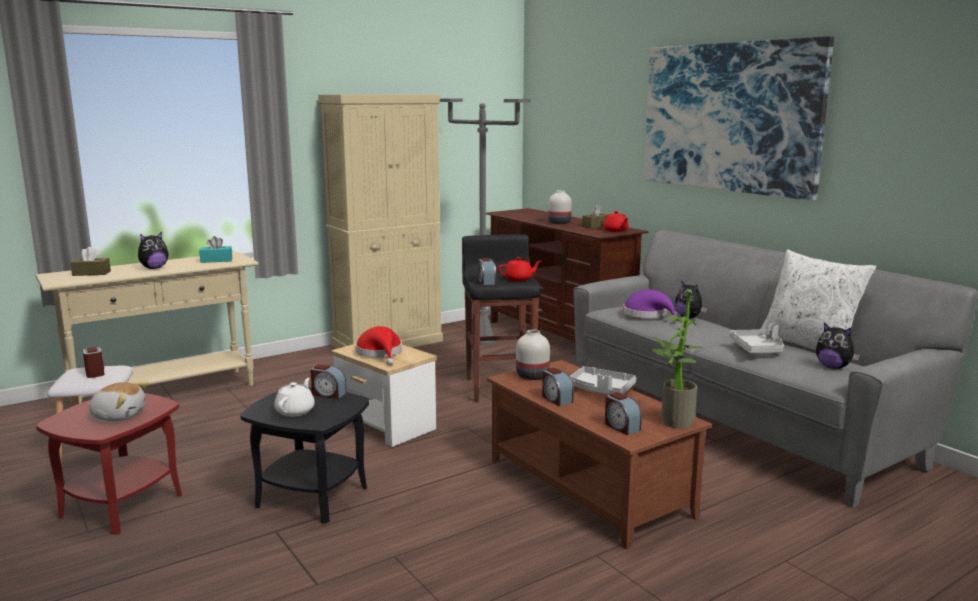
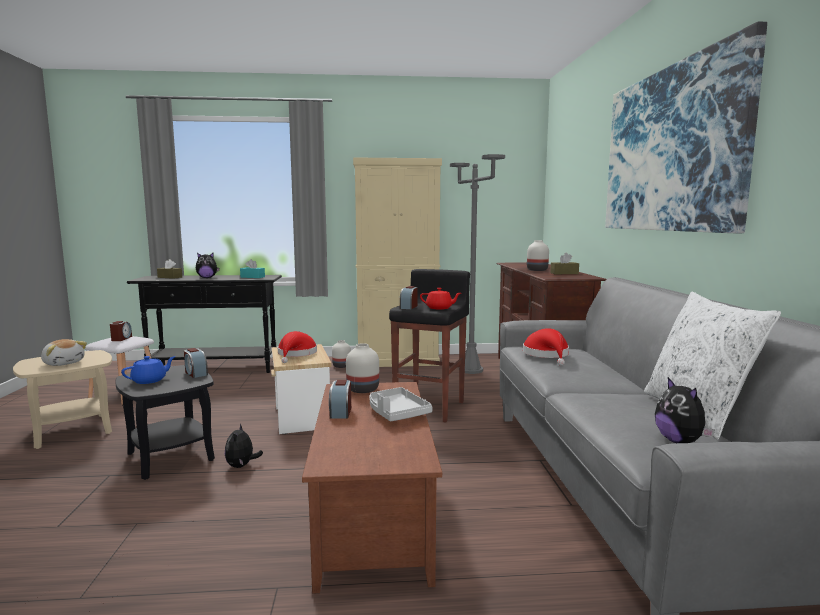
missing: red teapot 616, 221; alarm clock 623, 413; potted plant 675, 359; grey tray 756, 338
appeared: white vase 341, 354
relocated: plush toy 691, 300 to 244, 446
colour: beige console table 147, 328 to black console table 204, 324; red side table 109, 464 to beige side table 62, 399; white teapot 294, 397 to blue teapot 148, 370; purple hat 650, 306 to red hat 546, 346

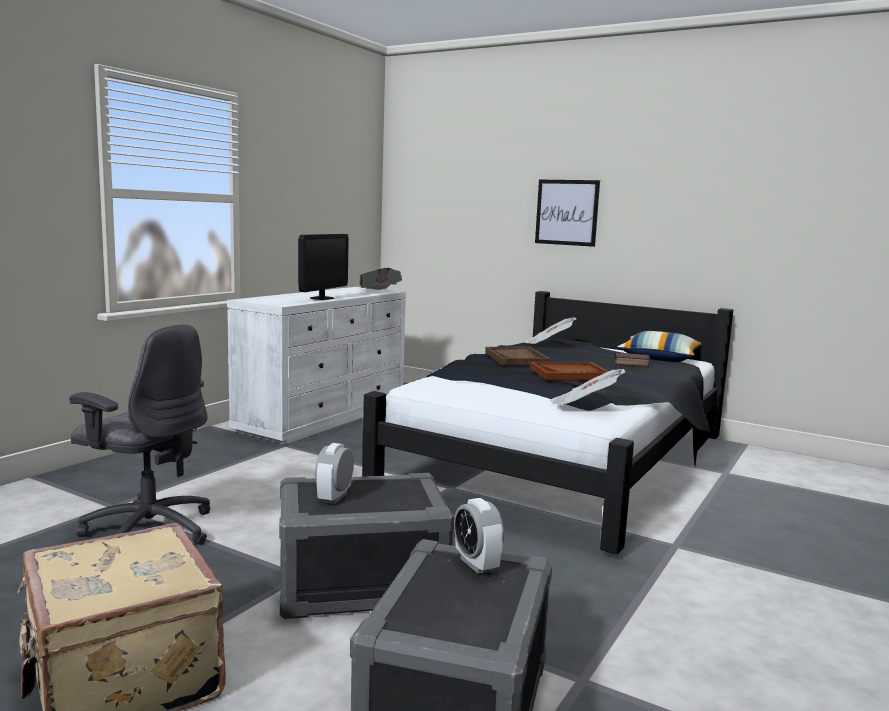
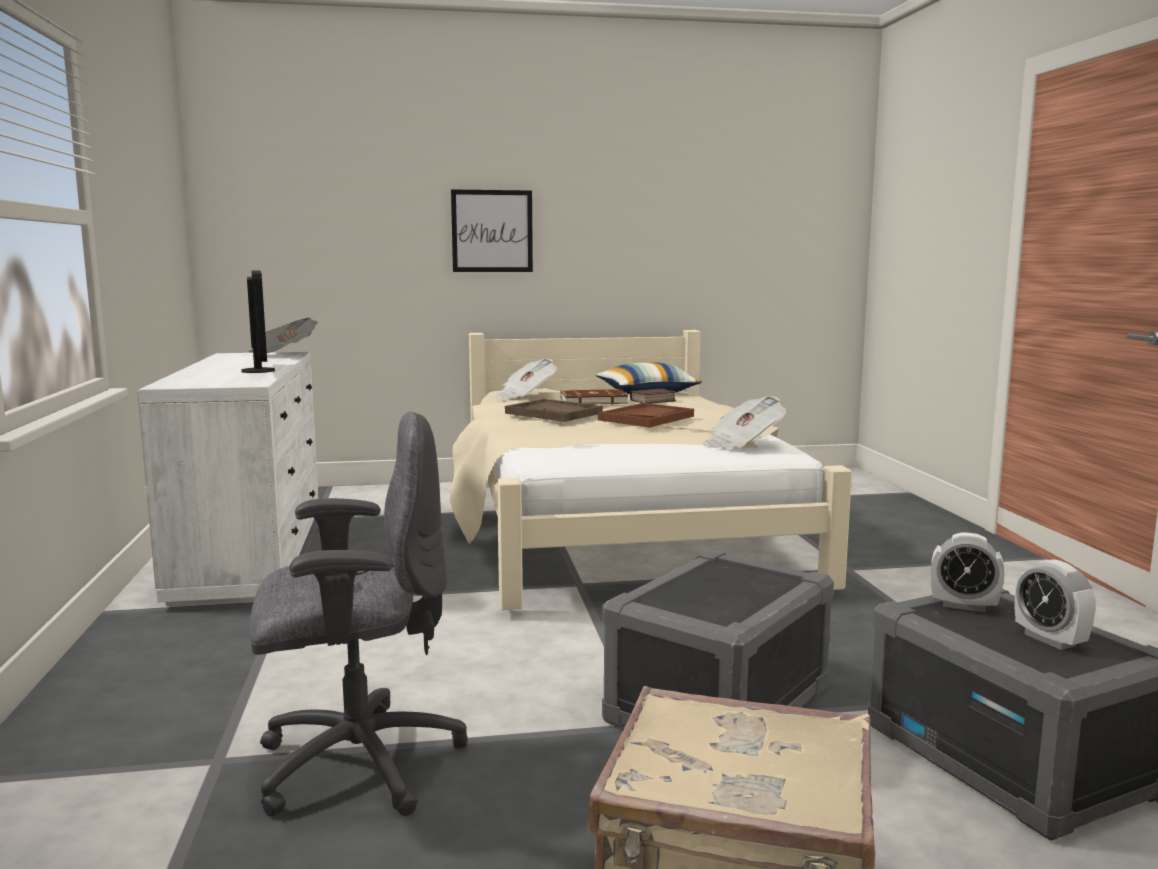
appeared: brown book 594, 396
relocated: alarm clock 334, 473 to 1055, 604
colour: black bed 547, 422 to beige bed 650, 470

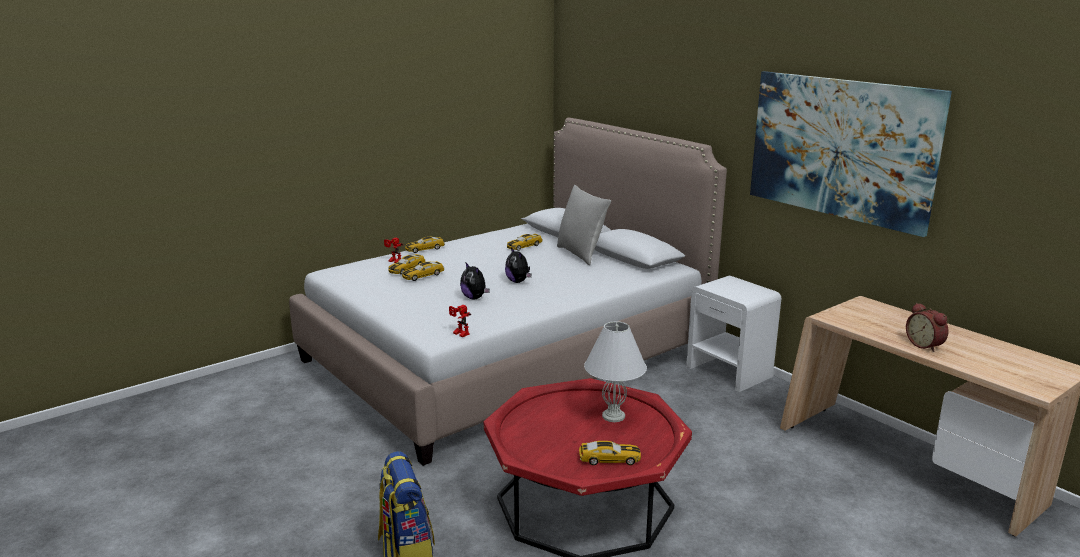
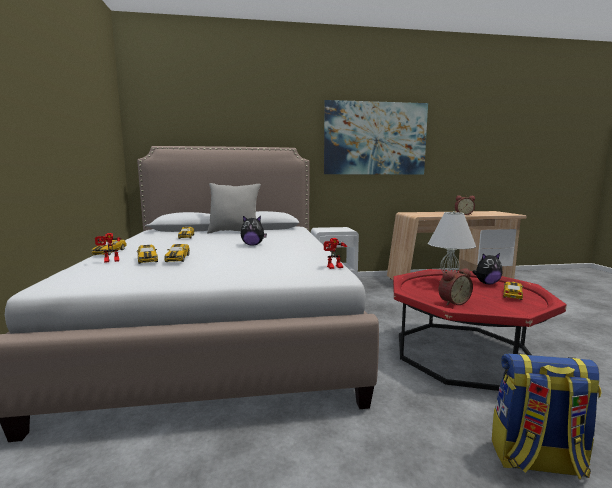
appeared: alarm clock 455, 286
relocated: plush toy 475, 281 to 487, 268

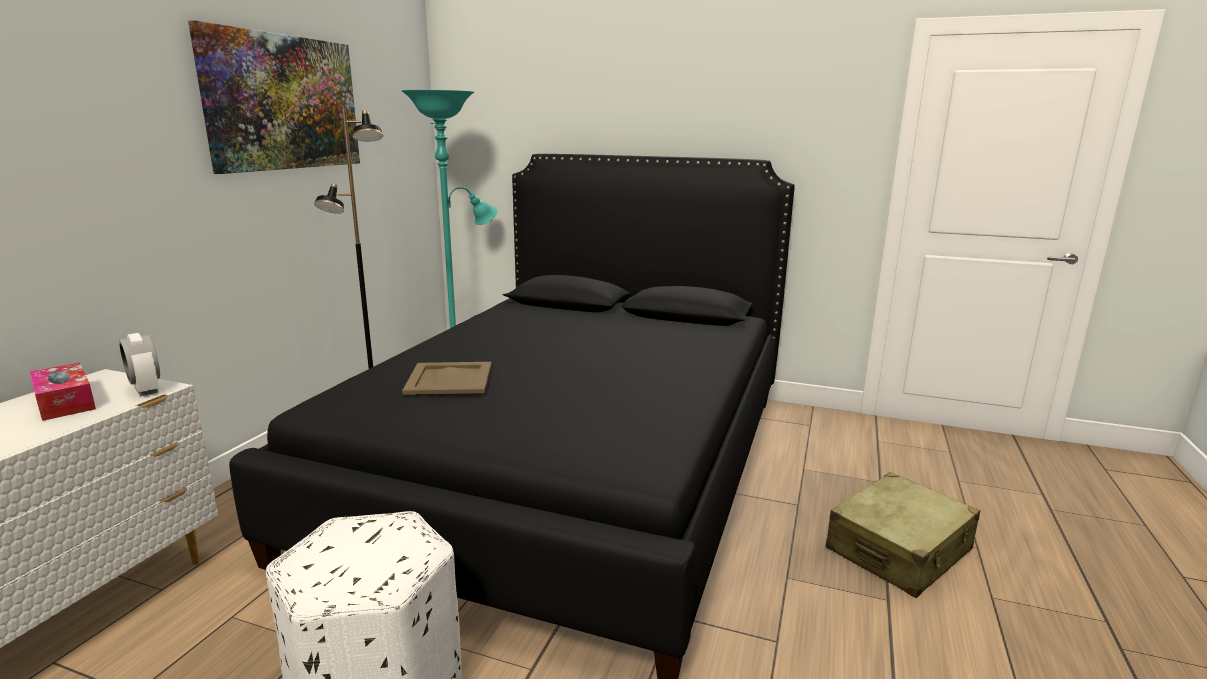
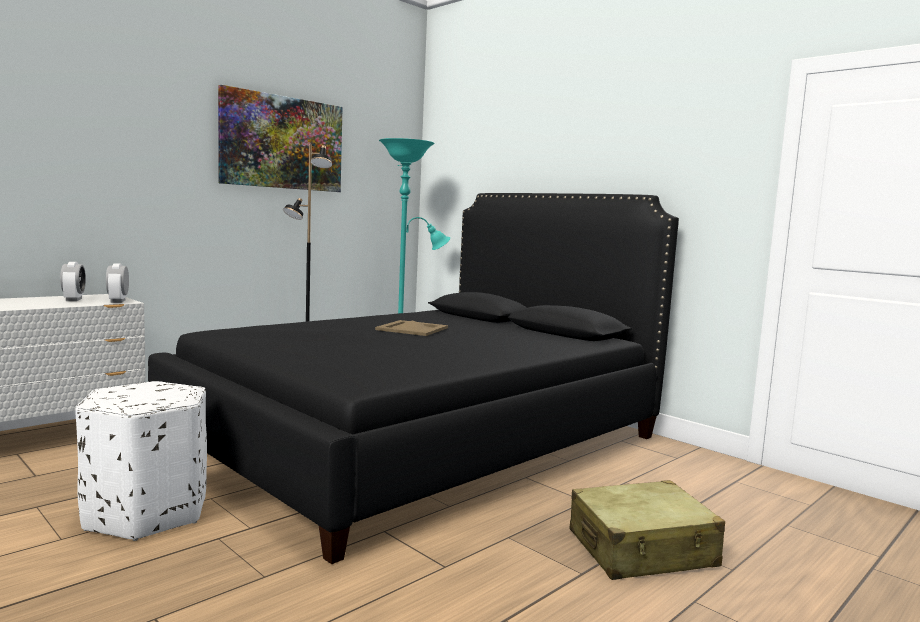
relocated: beige tray 447, 378 to 411, 328
exchanged: tissue box 63, 392 to alarm clock 73, 281

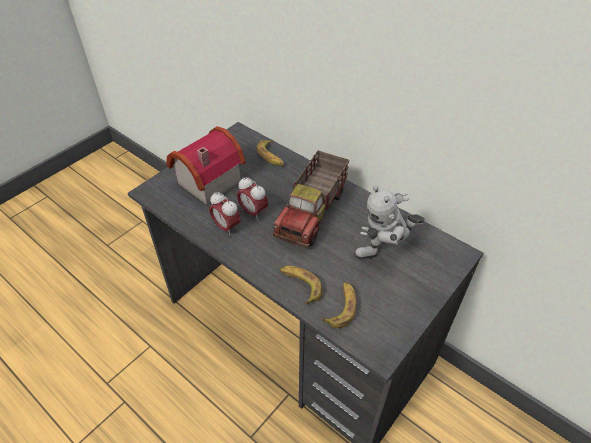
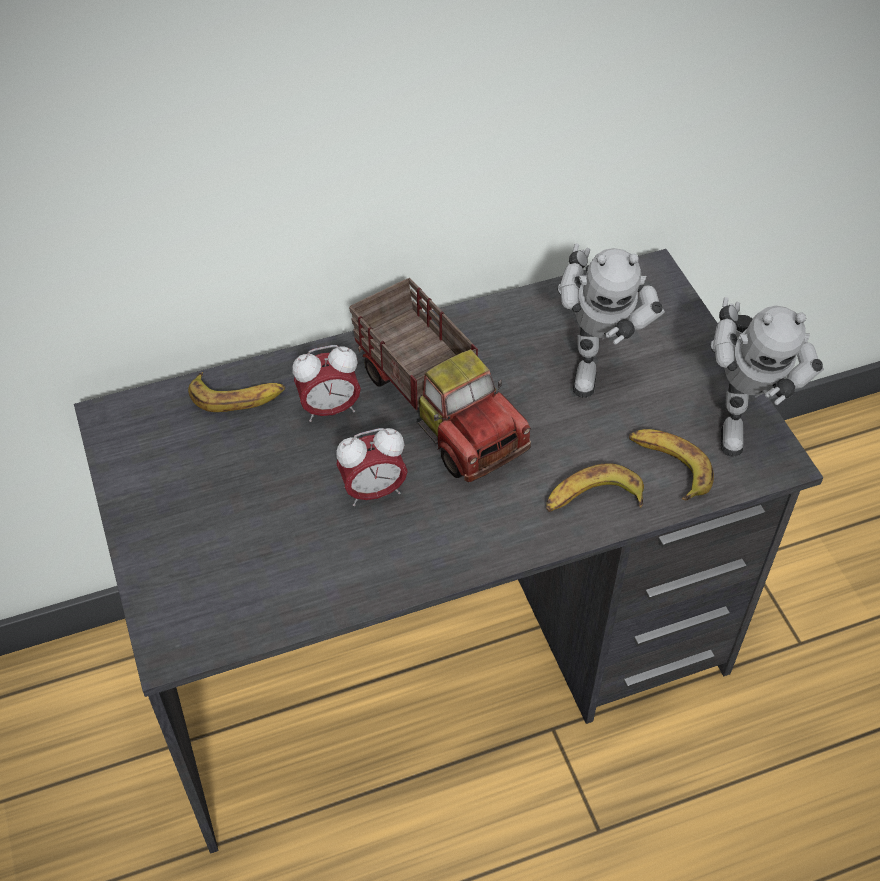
missing: toy house 206, 165
appeared: toy robot 767, 377
relocated: alarm clock 225, 214 to 326, 383

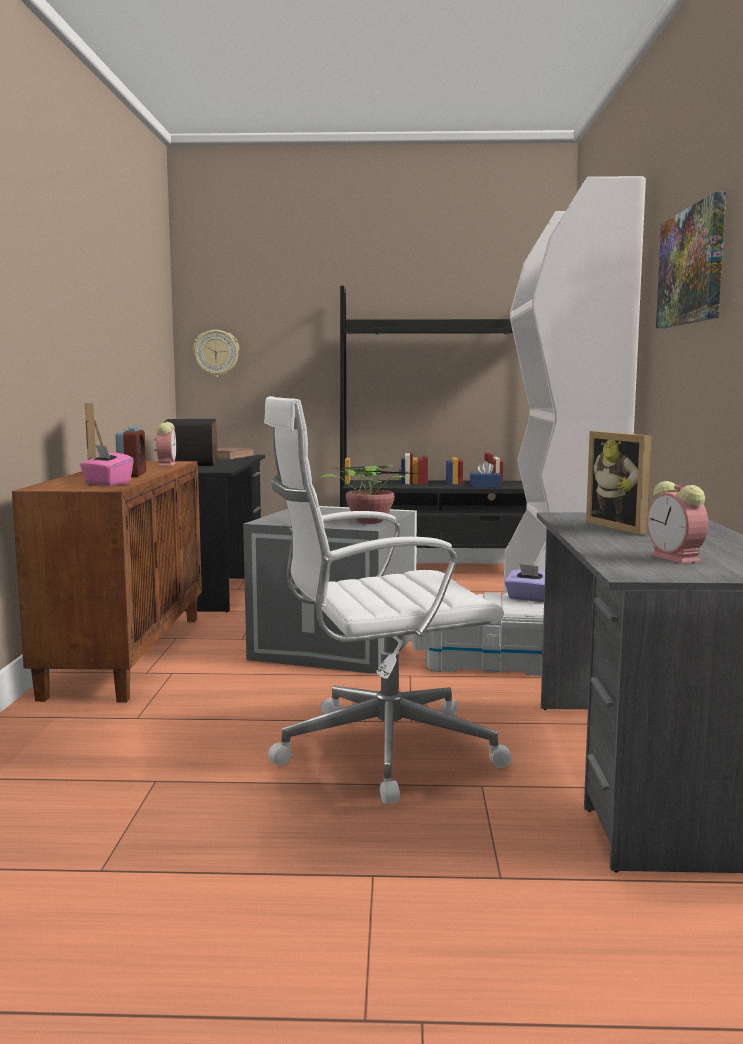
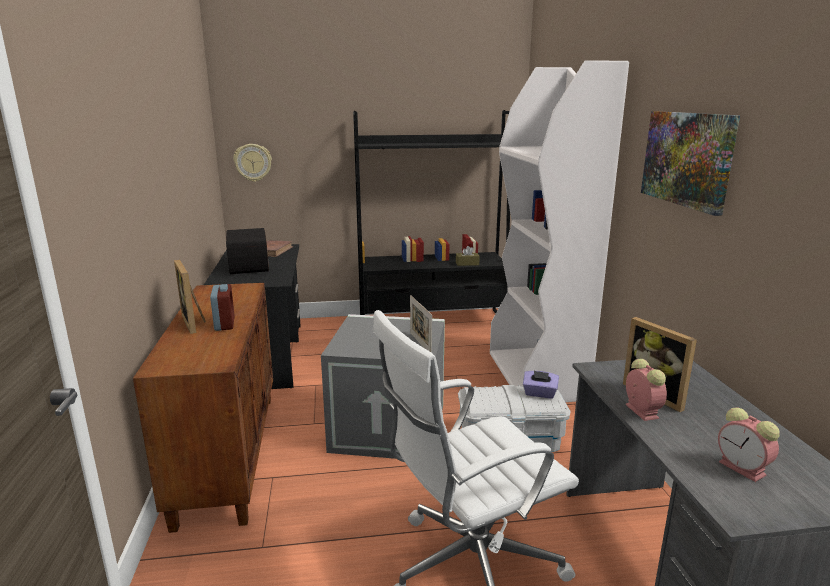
missing: pink tissue box 107, 465
relocated: alarm clock 165, 444 to 646, 389
exchanged: potted plant 373, 494 to picture frame 421, 324
colour: blue tissue box 485, 474 to brown tissue box 468, 256

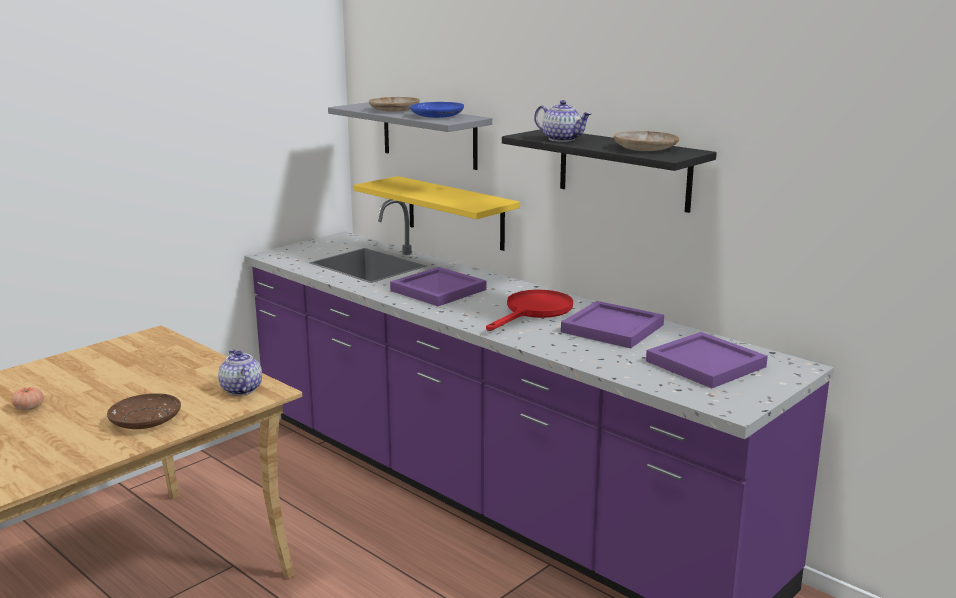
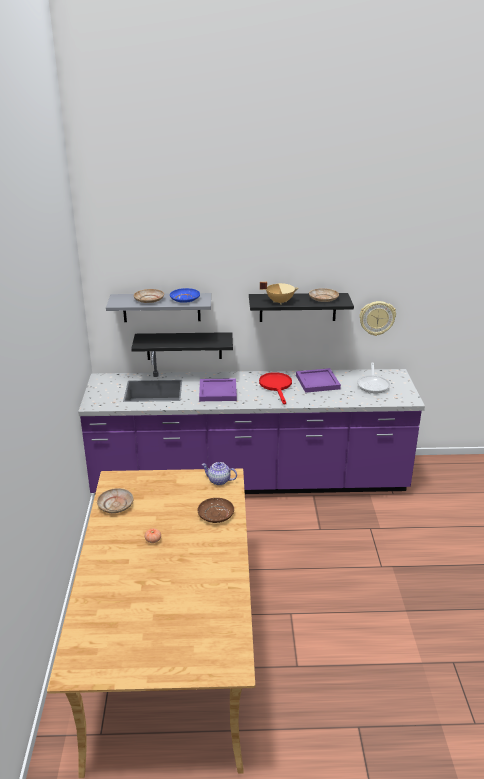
appeared: beige plate 115, 500; wall clock 377, 318
exchanged: teapot 563, 121 to beige cooking pot 279, 293; purple tray 707, 360 to frying pan 373, 378
colour: yellow shelf 437, 213 to black shelf 182, 346

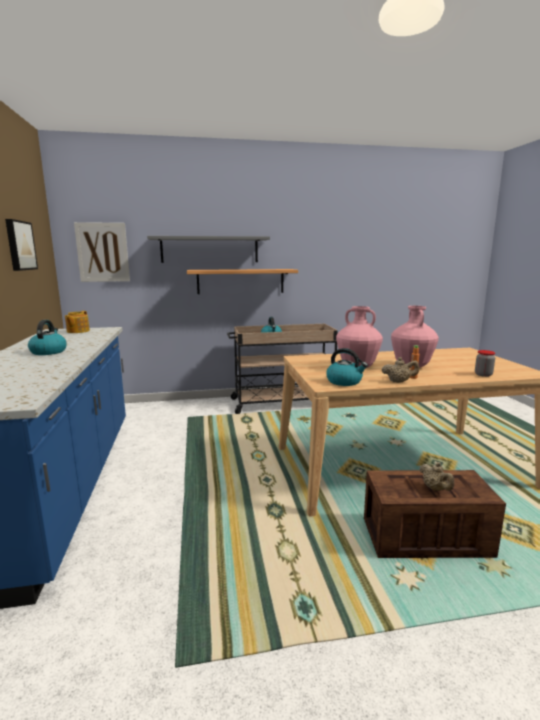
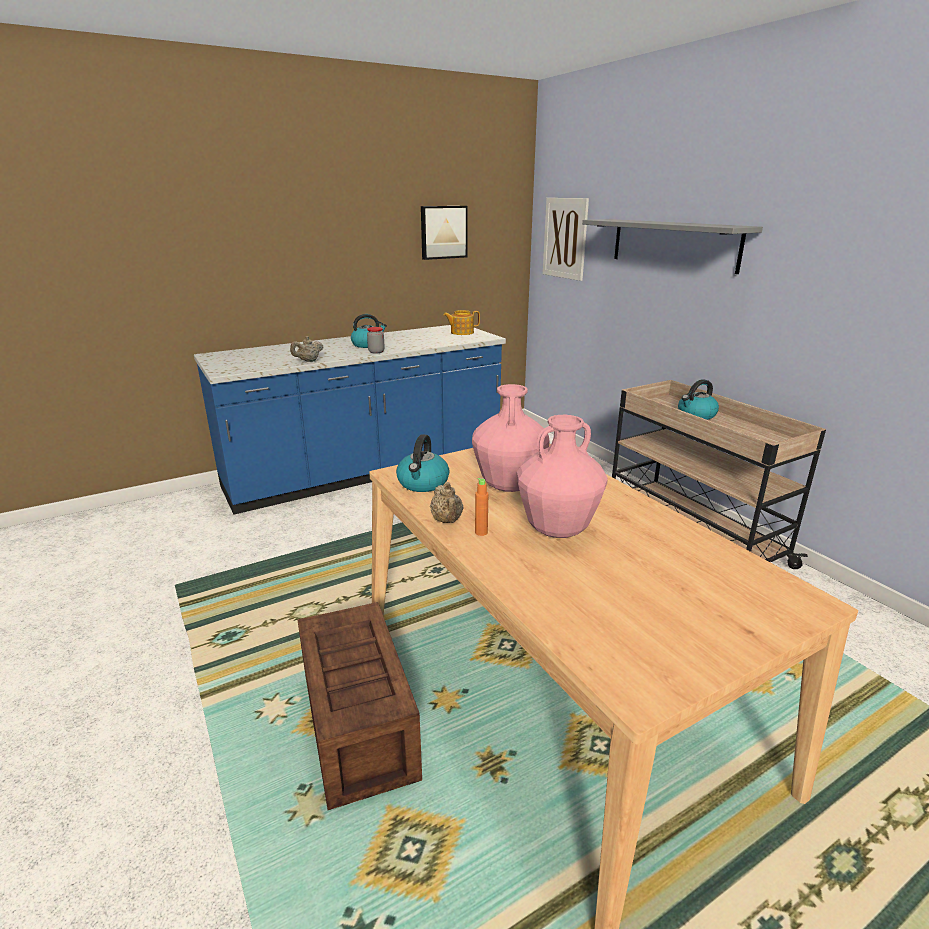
missing: shelf 242, 281
relocated: beige teapot 437, 476 to 307, 349; jar 485, 363 to 376, 340

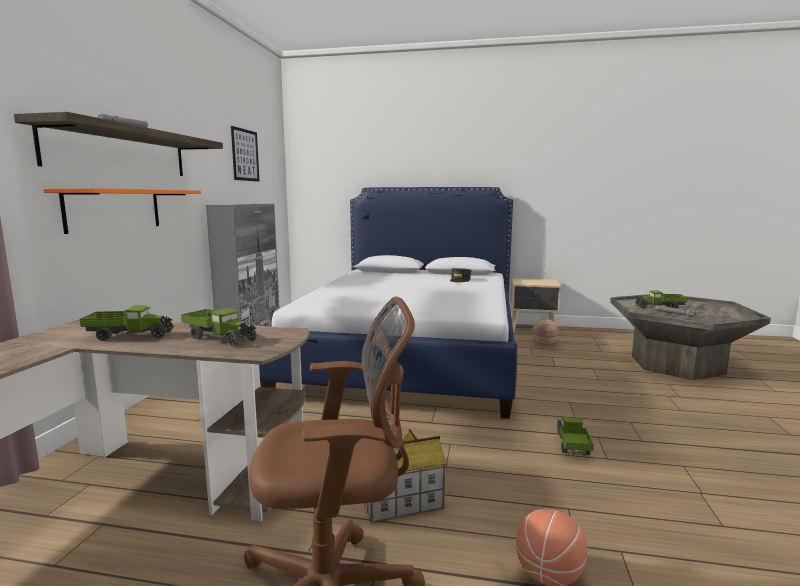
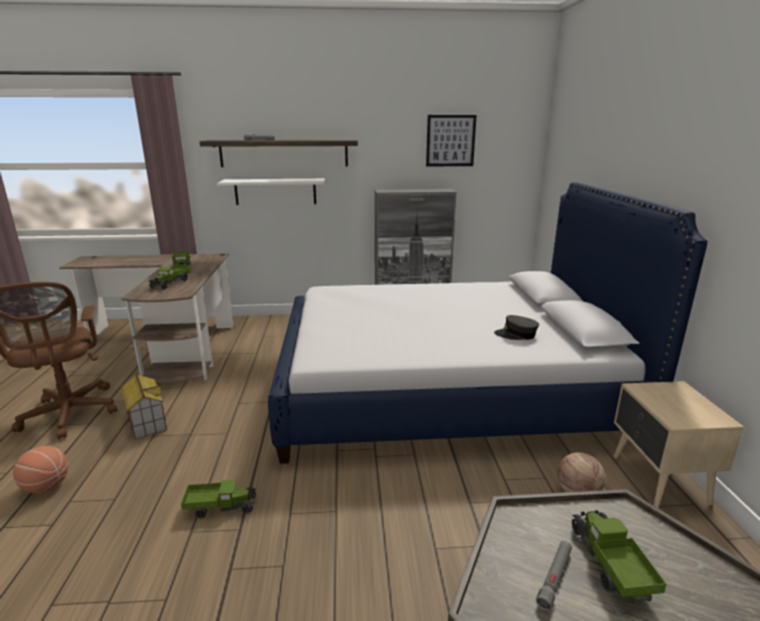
colour: orange shelf 122, 211 to white shelf 271, 192

